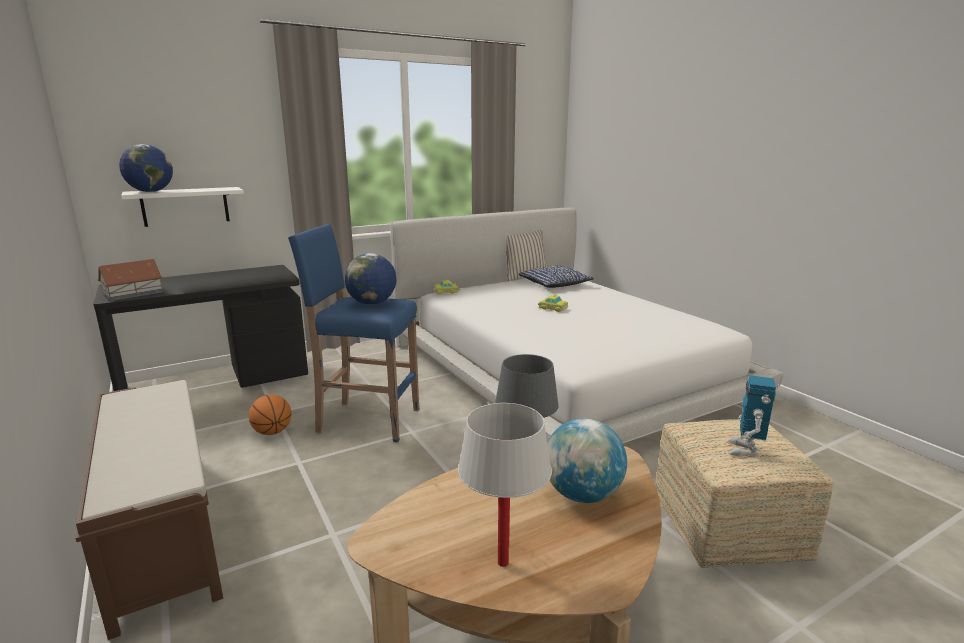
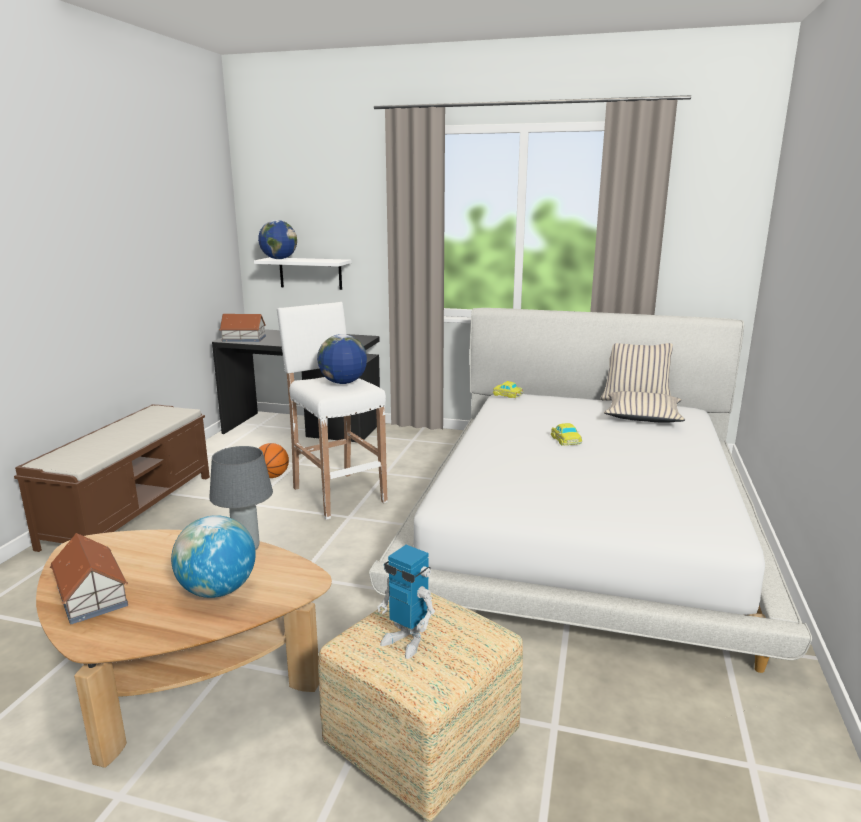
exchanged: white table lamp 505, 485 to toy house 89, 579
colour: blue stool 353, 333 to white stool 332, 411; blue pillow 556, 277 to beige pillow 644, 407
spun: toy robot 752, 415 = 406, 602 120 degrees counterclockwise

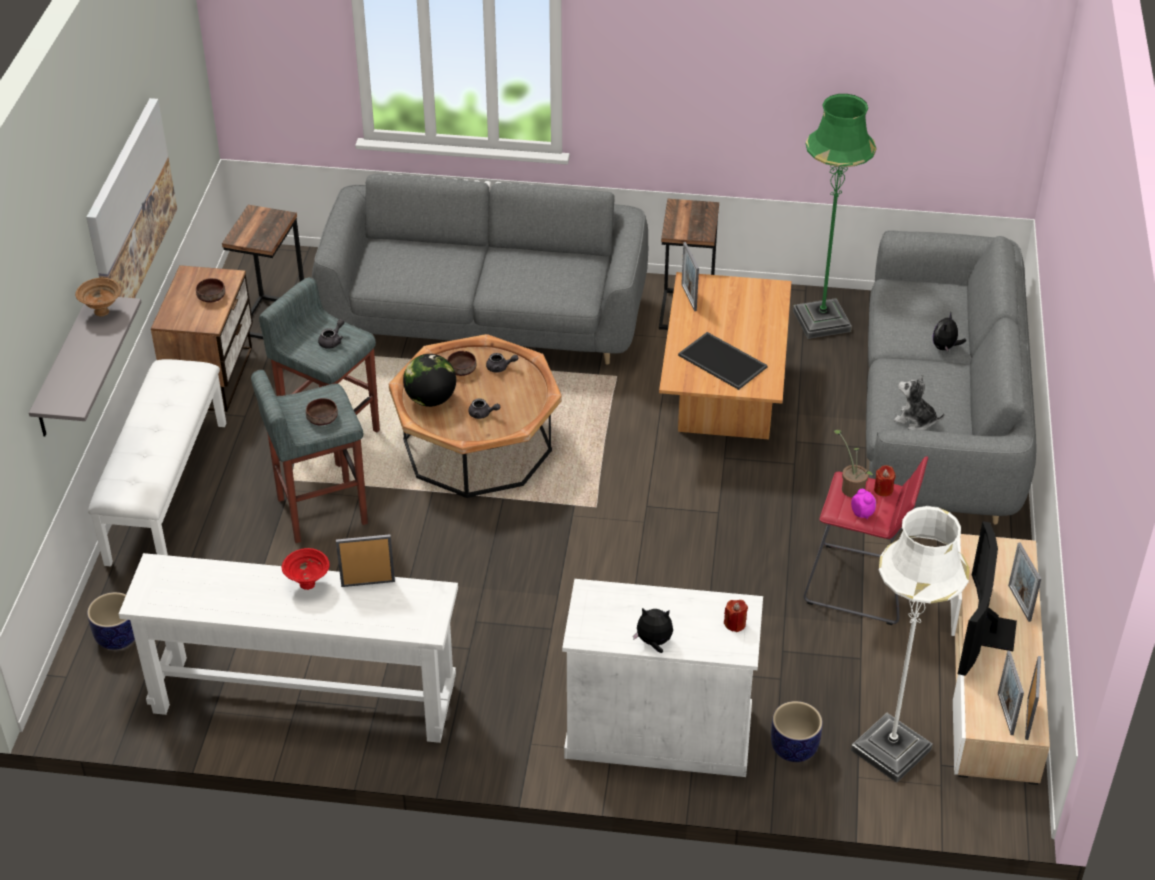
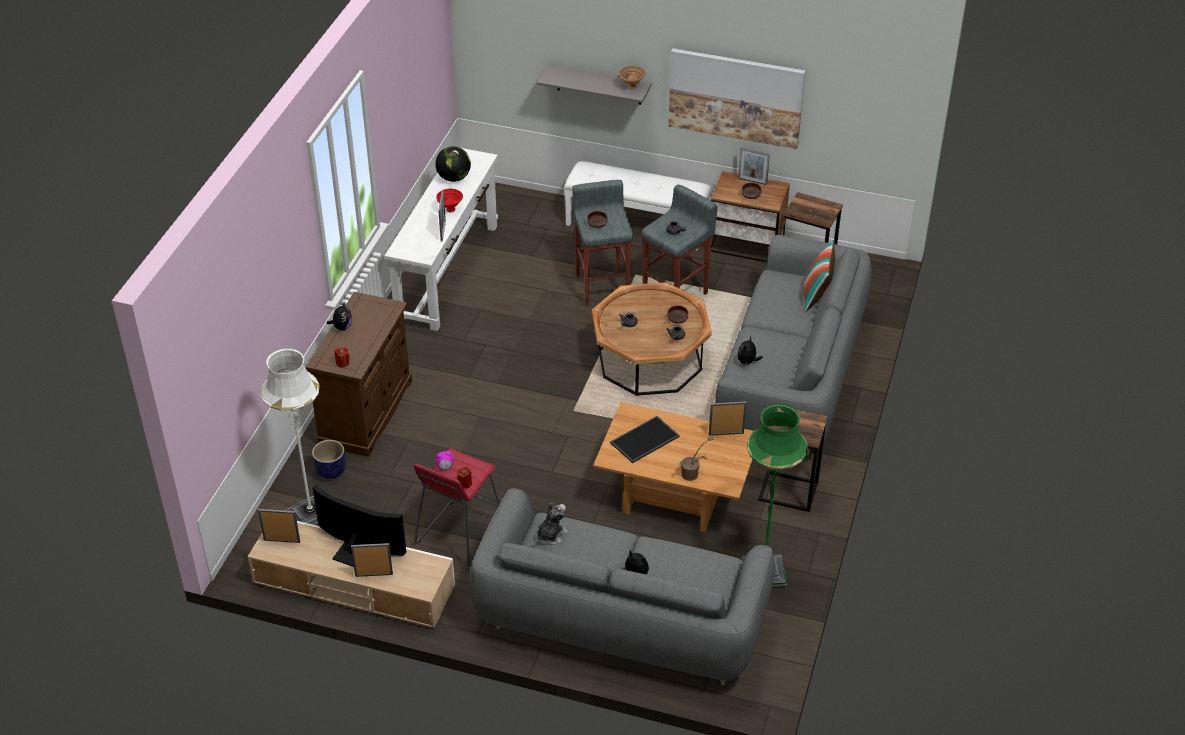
missing: planter 111, 621
appeared: plush toy 750, 351; pillow 819, 276
relocated: globe 429, 380 to 453, 164; potted plant 854, 464 to 696, 459; picture frame 1033, 698 to 754, 166
colour: white cabinet 662, 678 to brown cabinet 359, 374

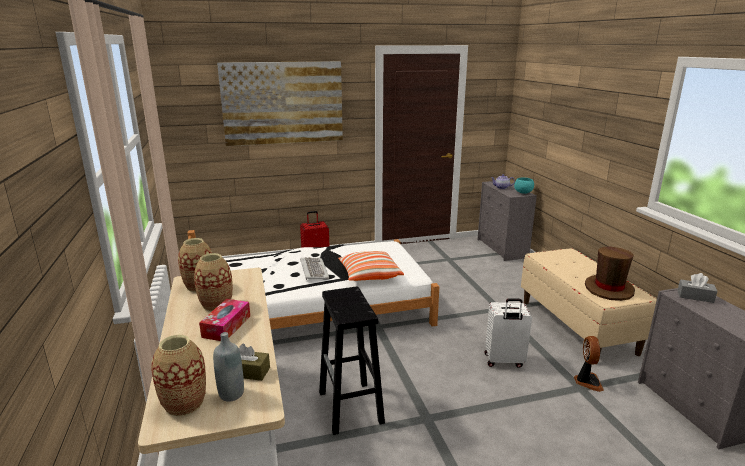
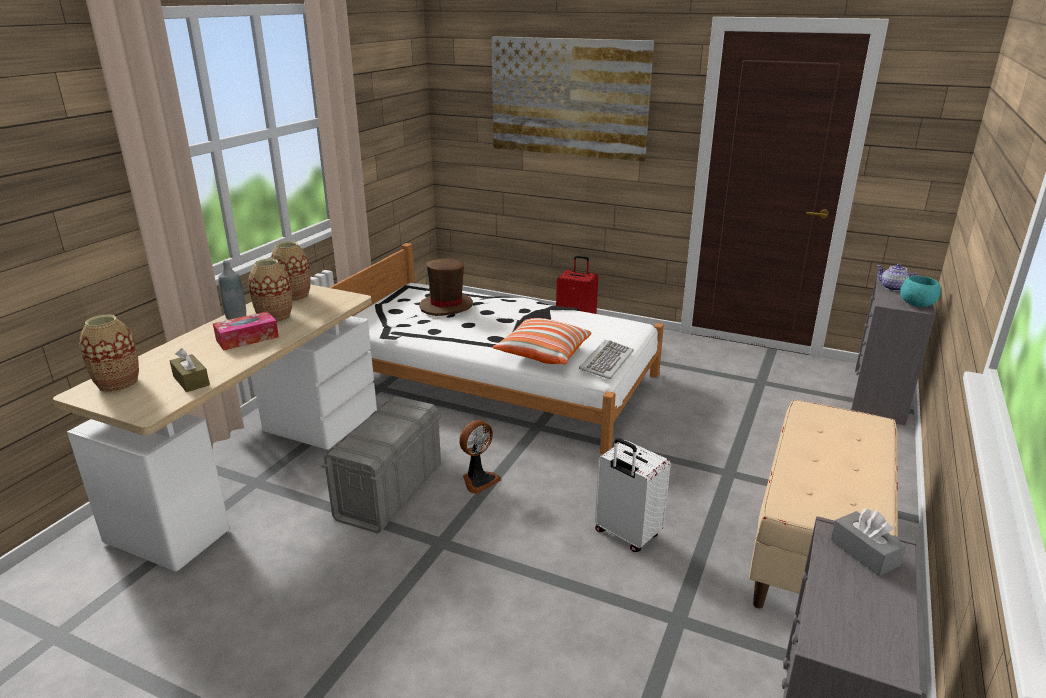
relocated: grey bottle 228, 367 to 232, 290; keyboard 314, 268 to 606, 359; fan 589, 364 to 480, 457; brown hat 610, 274 to 446, 287
exchanged: black stool 352, 361 to grey storage box 381, 465

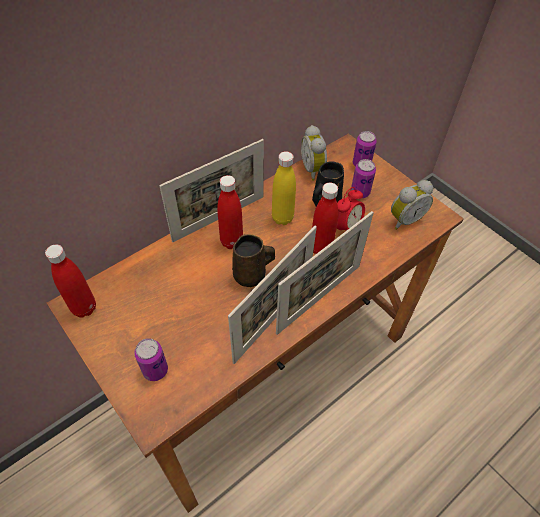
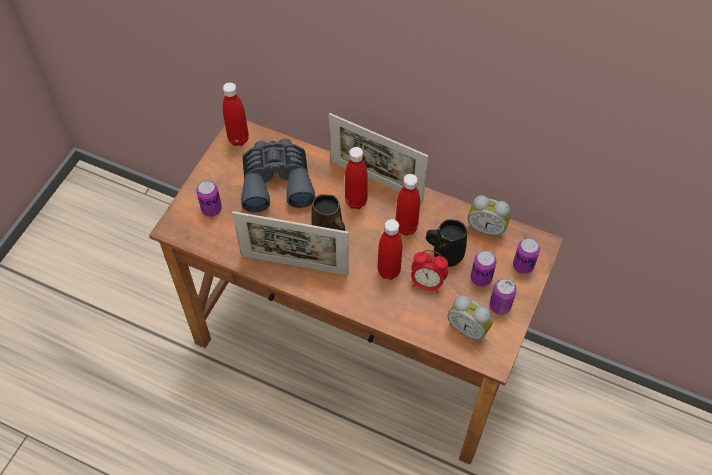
missing: picture frame 325, 273
appeared: grey binoculars 278, 175; can 503, 296
colour: yellow bottle 284, 188 to red bottle 408, 205
spun: alarm clock 314, 153 = 489, 216 120 degrees counterclockwise

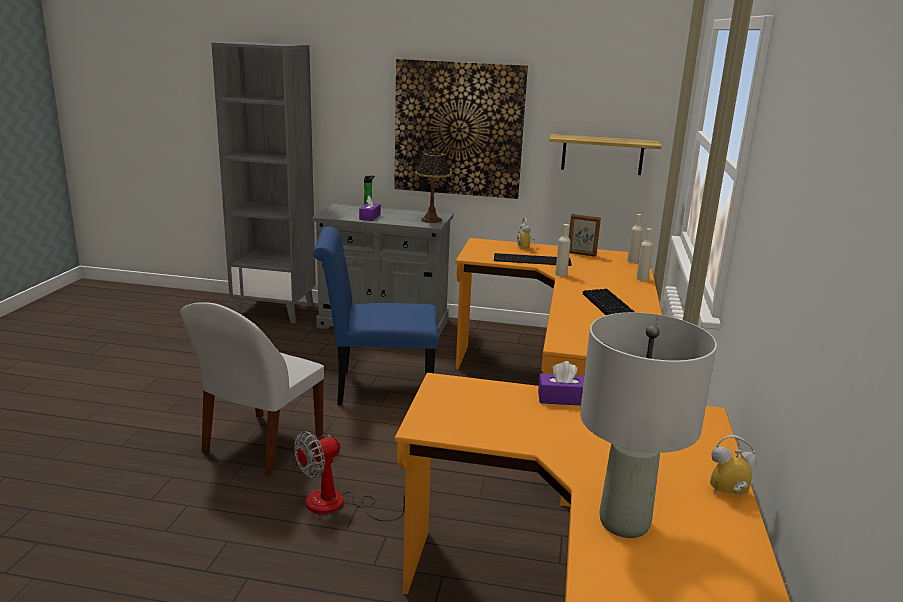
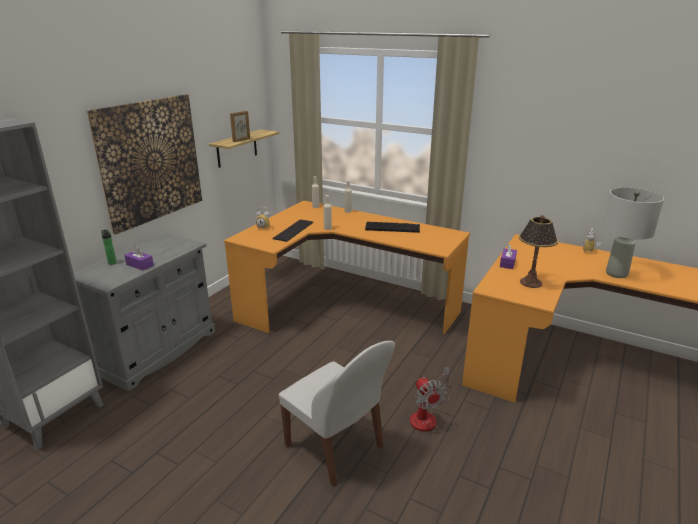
missing: blue chair 376, 316
relocated: table lamp 433, 186 to 539, 251; picture frame 585, 235 to 240, 126

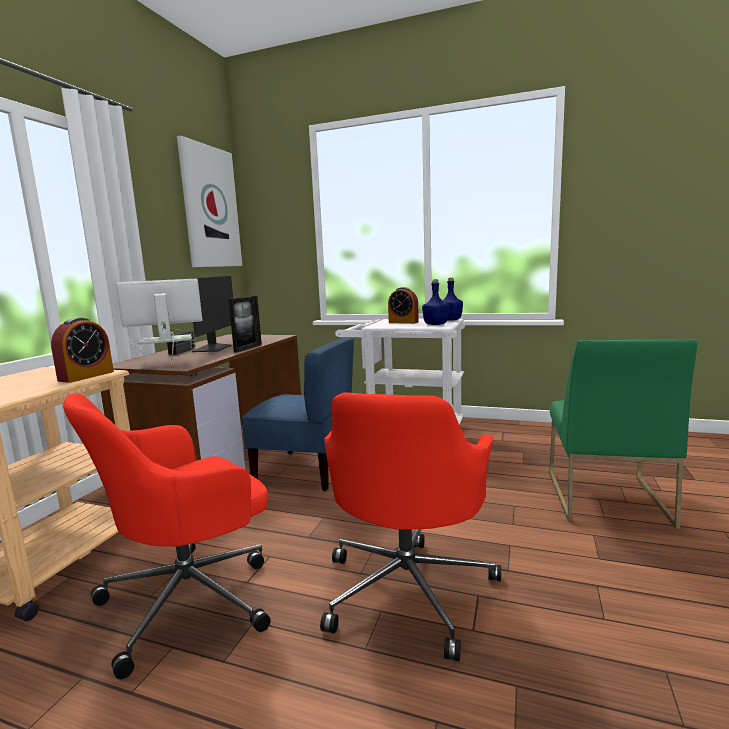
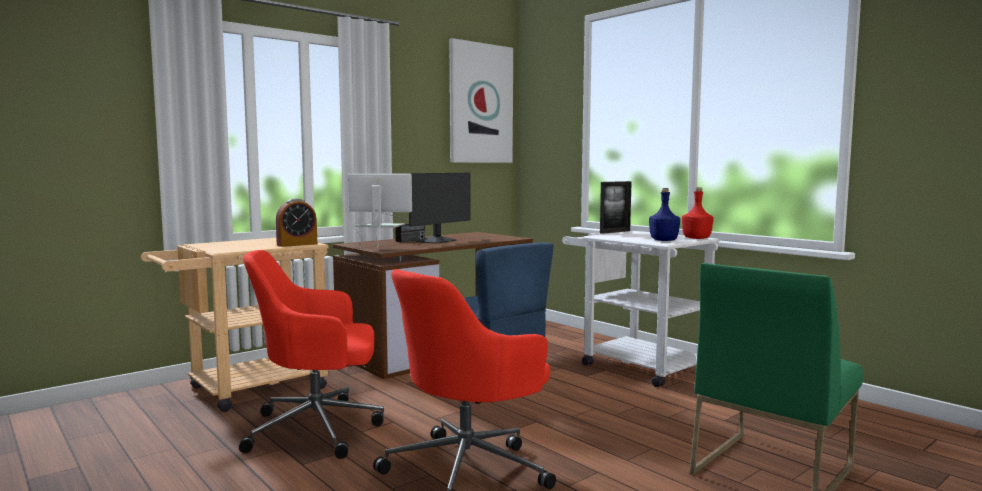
missing: alarm clock 403, 305
relocated: picture frame 245, 324 to 616, 207
colour: blue bottle 452, 299 to red bottle 698, 213

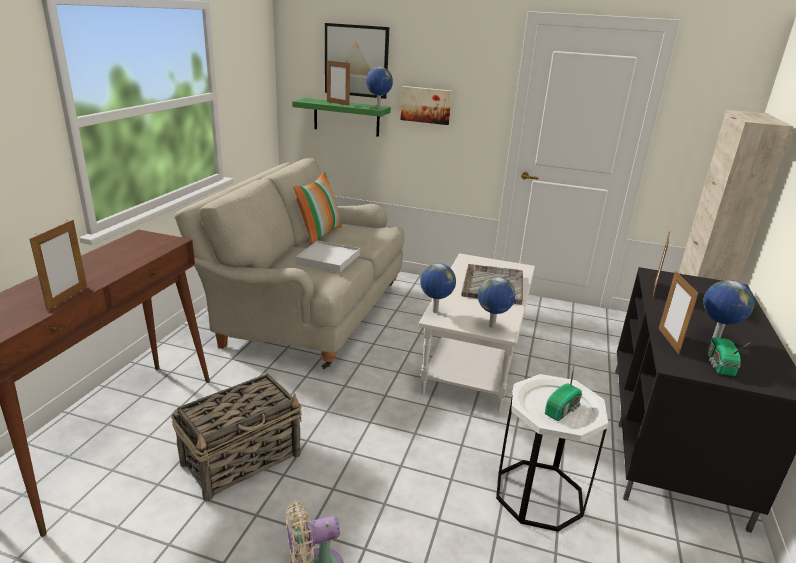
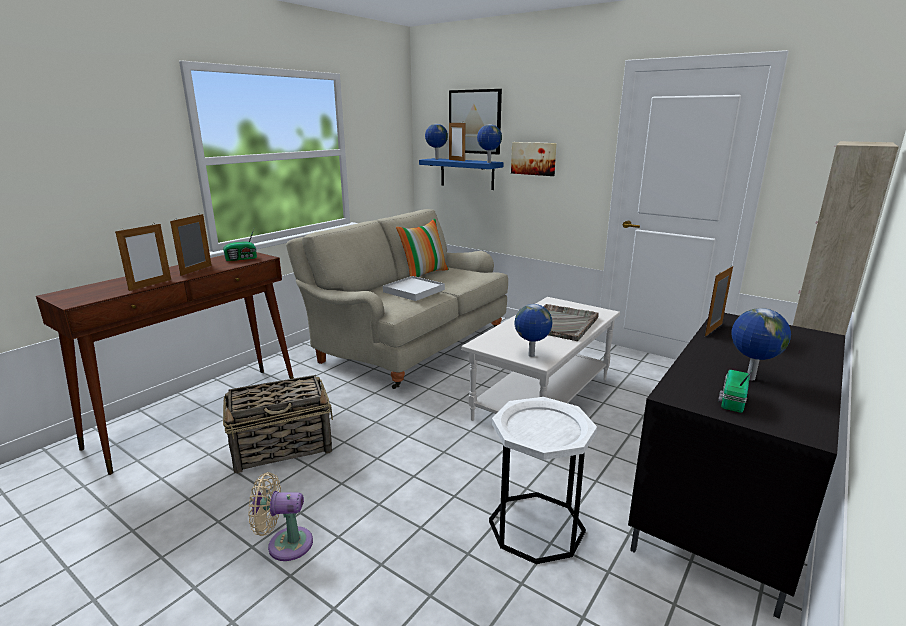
relocated: globe 438, 288 to 436, 141; radio 563, 392 to 240, 245; picture frame 678, 312 to 191, 245
colour: green shelf 341, 117 to blue shelf 461, 174

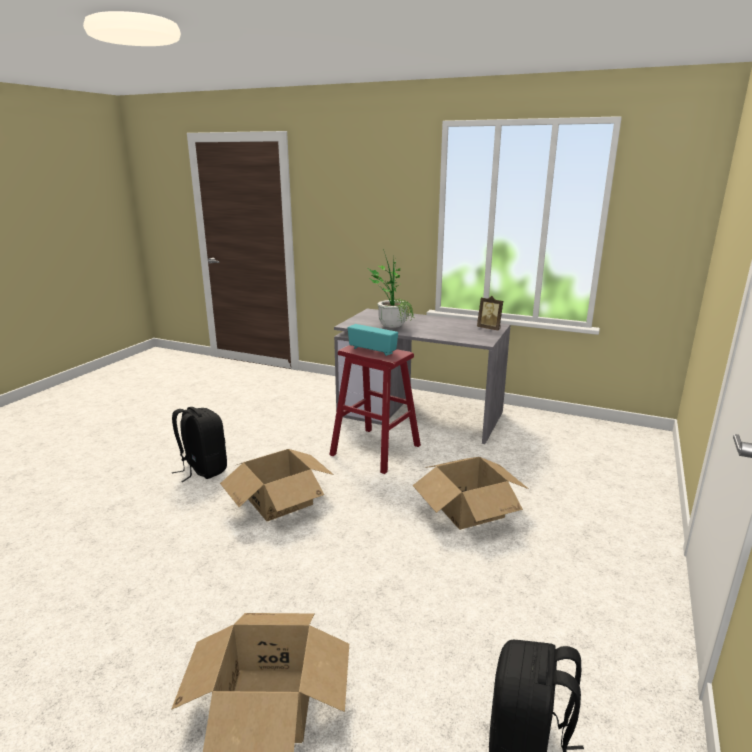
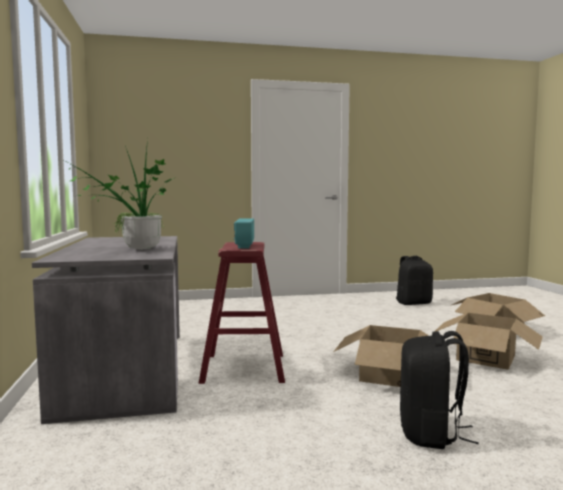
missing: picture frame 490, 313
relocated: cardboard box 470, 493 to 488, 341

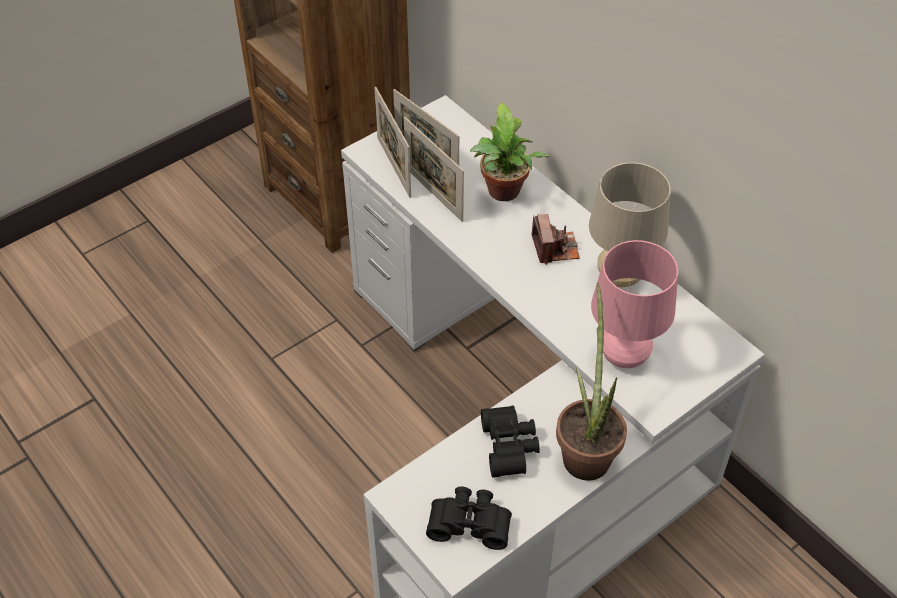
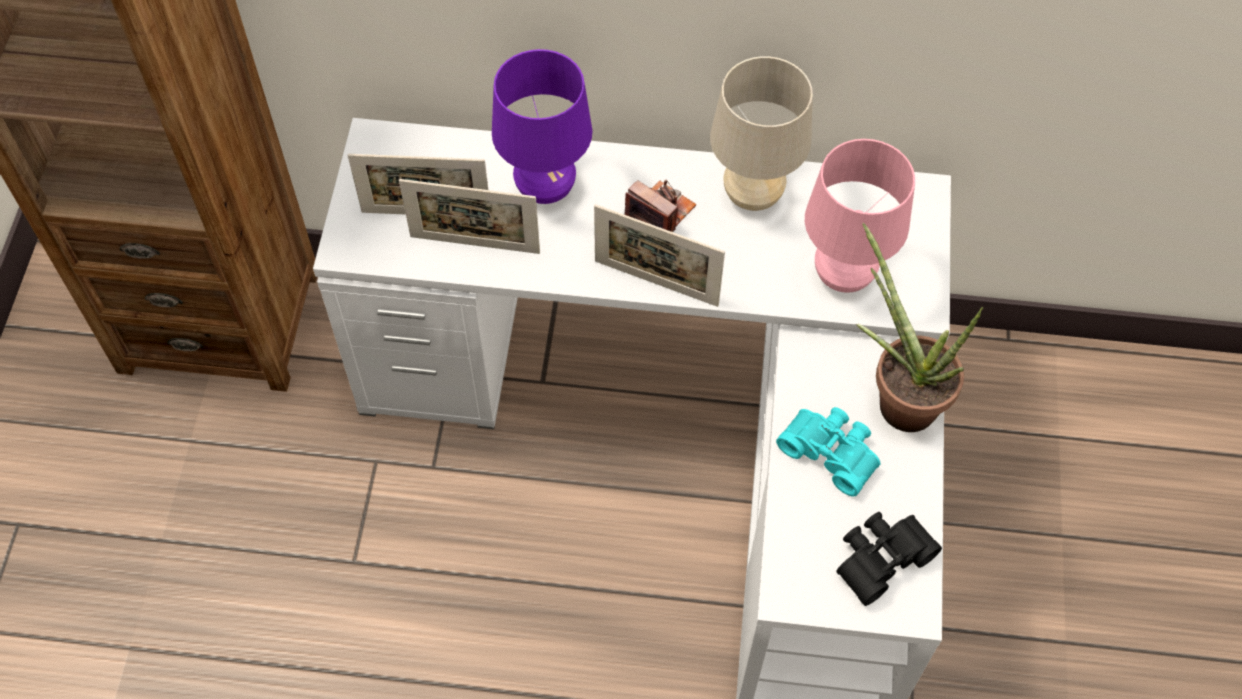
relocated: picture frame 392, 142 to 659, 255
exchanged: potted plant 509, 151 to purple table lamp 542, 126
colour: black binoculars 510, 441 to turquoise binoculars 828, 451

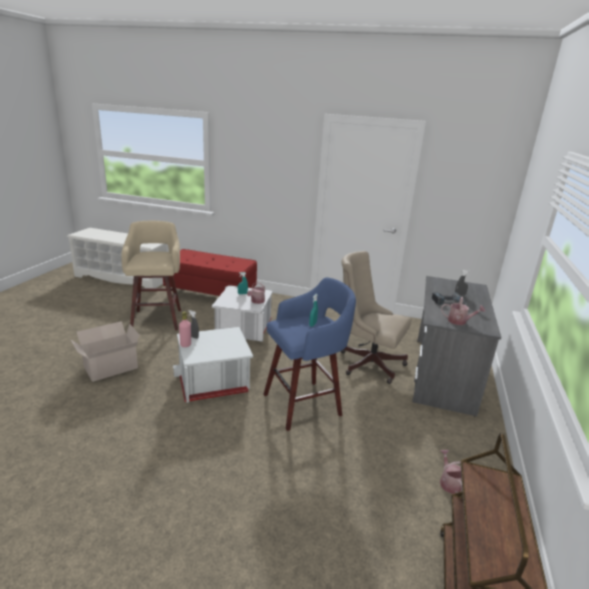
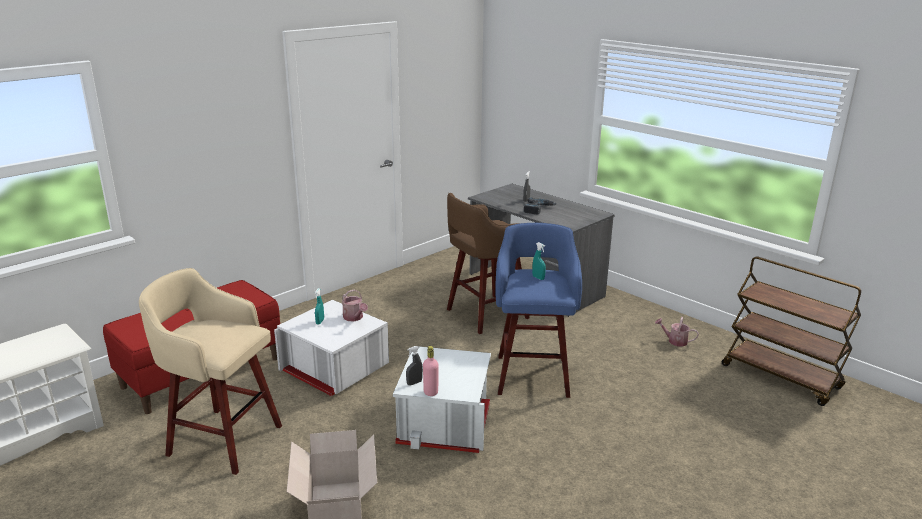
missing: watering can 463, 311
exchanged: beige office chair 376, 317 to brown stool 488, 263

